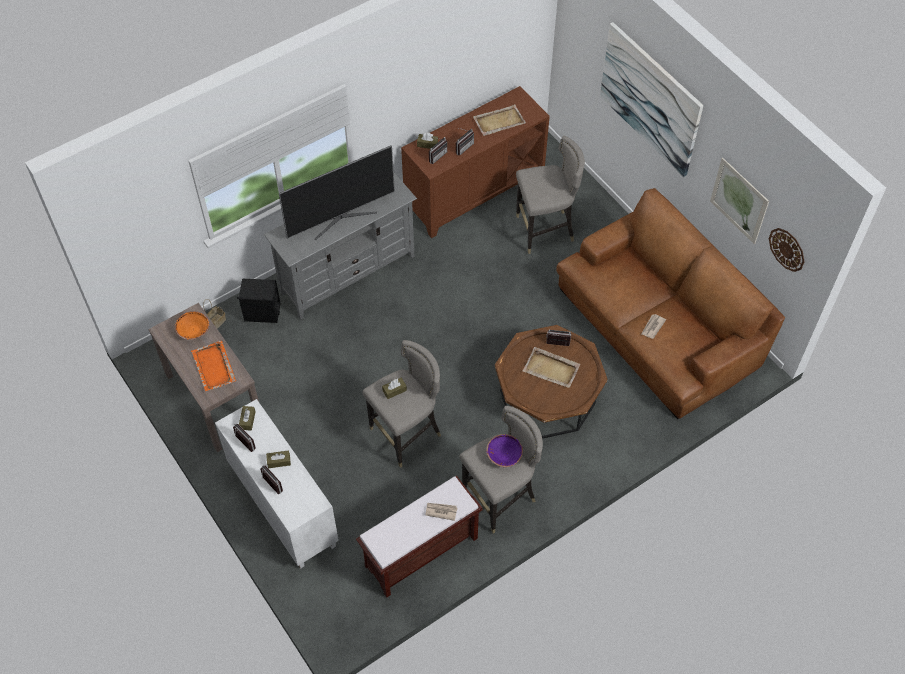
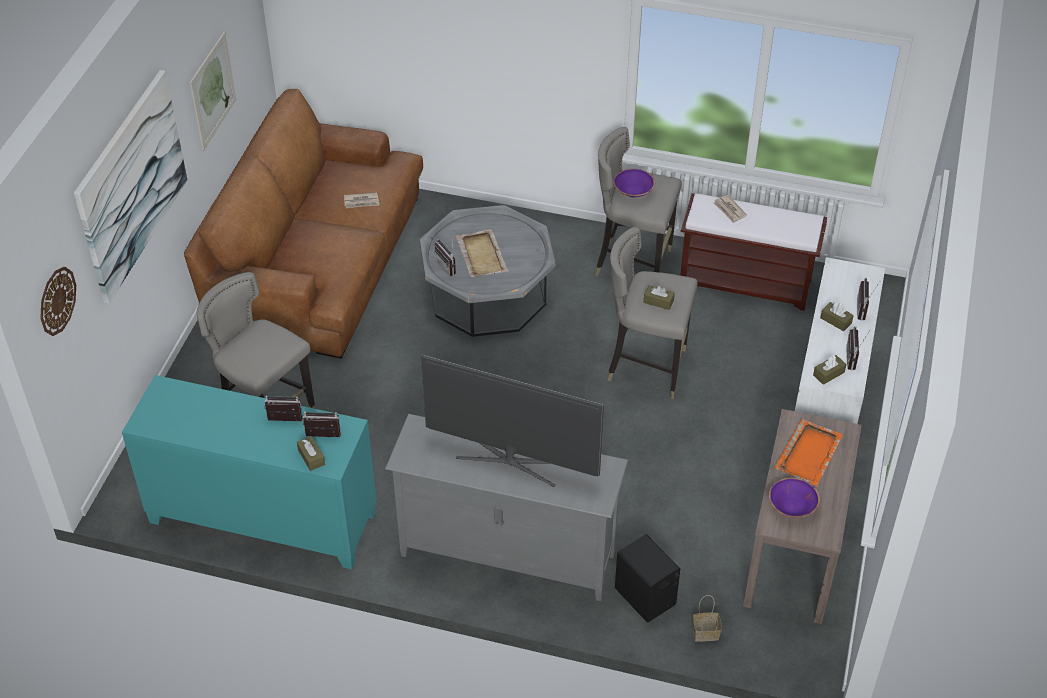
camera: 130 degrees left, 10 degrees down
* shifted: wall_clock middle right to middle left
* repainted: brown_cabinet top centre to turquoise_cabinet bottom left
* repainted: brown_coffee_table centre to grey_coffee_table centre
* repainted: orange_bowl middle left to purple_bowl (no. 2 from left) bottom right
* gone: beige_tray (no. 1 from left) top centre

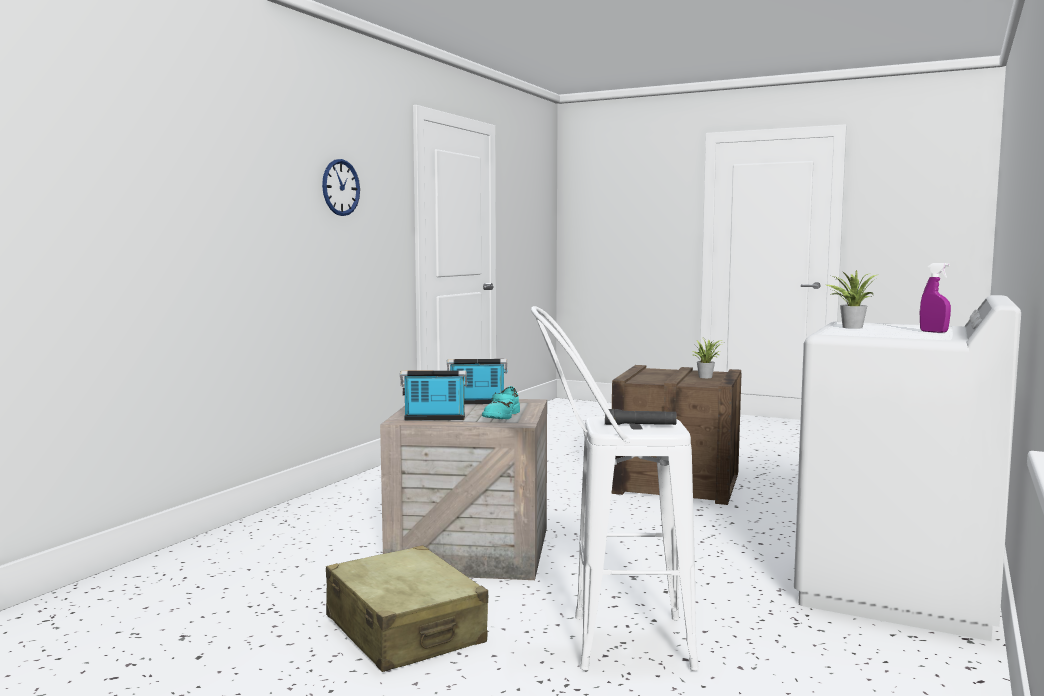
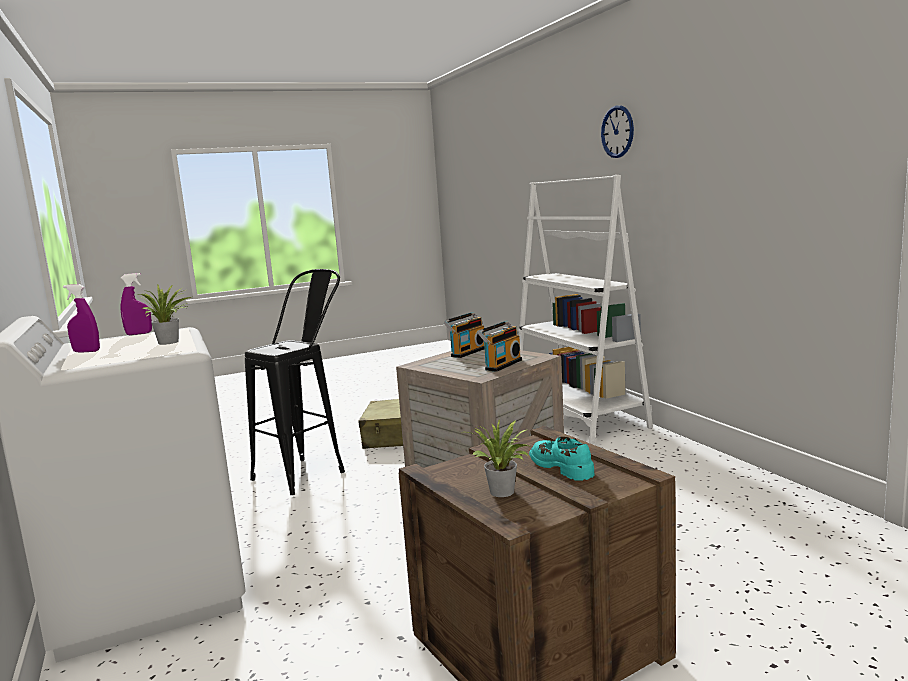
camera: 130 degrees right, 5 degrees up
* new: purple_spray_bottle (no. 2 from left) middle left
* repainted: white_stool bottom centre to black_stool middle left
* new: white_bookcase centre
* shifted: turquoise_shoe centre to bottom centre
* shifted: wall_clock top left to top right
* gone: black_flashlight centre

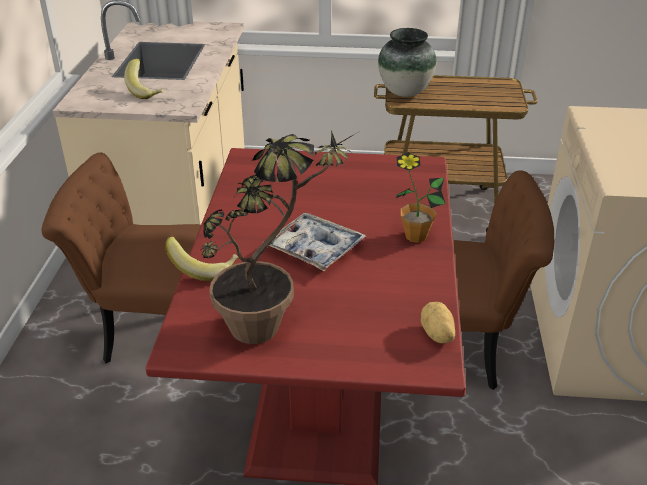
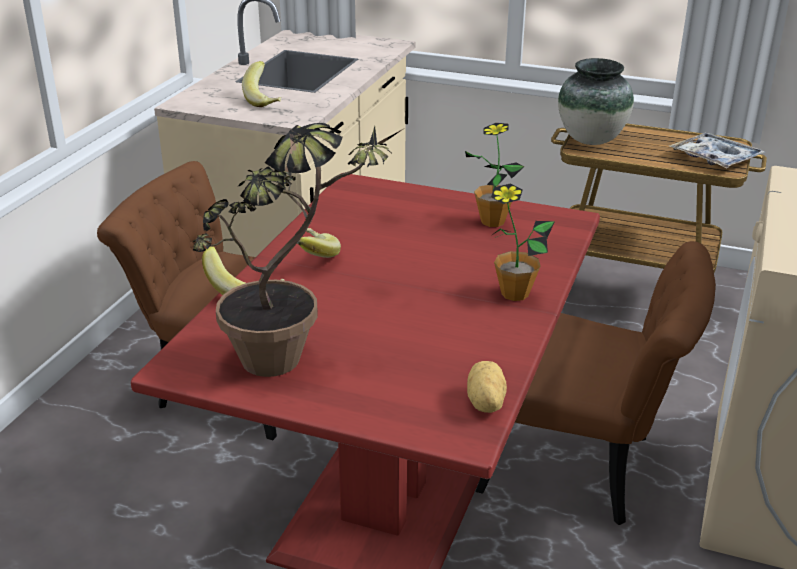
camera: 15 degrees right, 5 degrees down
* new: banana (no. 3 from left) centre
* new: potted_plant (no. 2 from left) top centre
* shifted: tray centre to top right

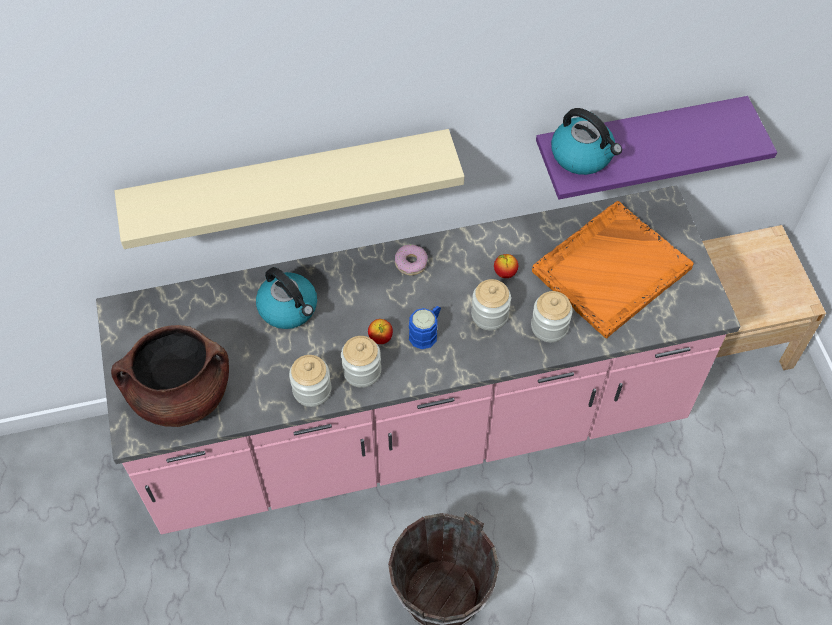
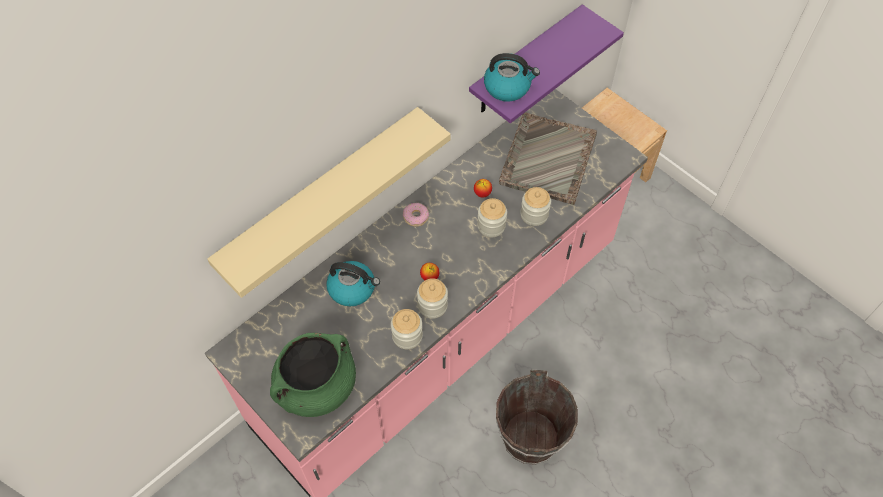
camera: 30 degrees left, 0 degrees up
* repainted: brown_cooking_pot middle left to green_cooking_pot bottom centre
* repainted: orange_tray middle right to grey_tray top centre
* gone: blue_mug centre

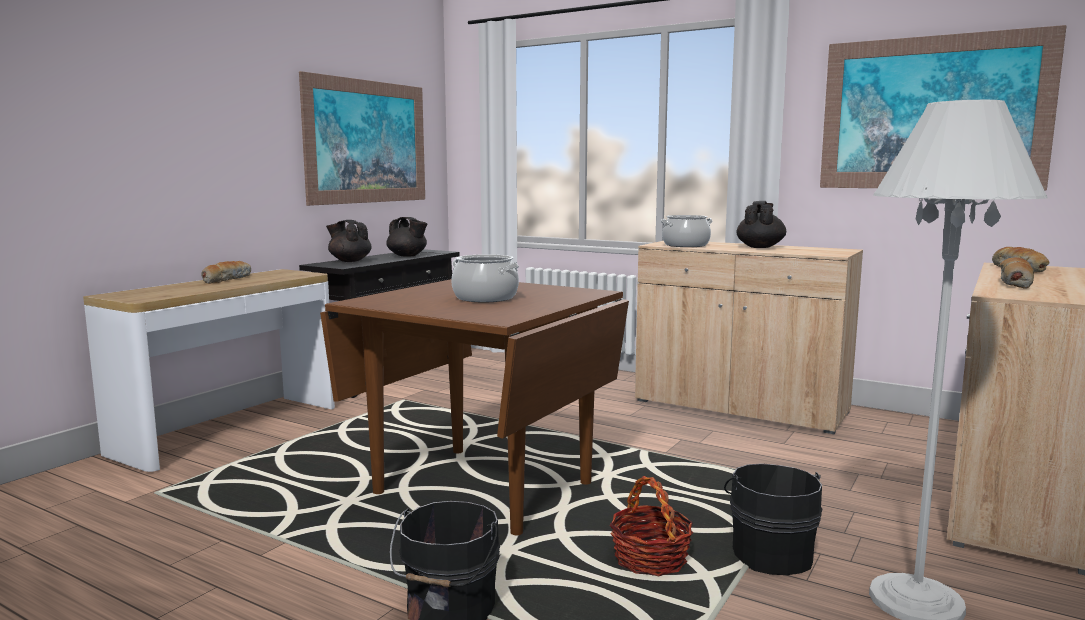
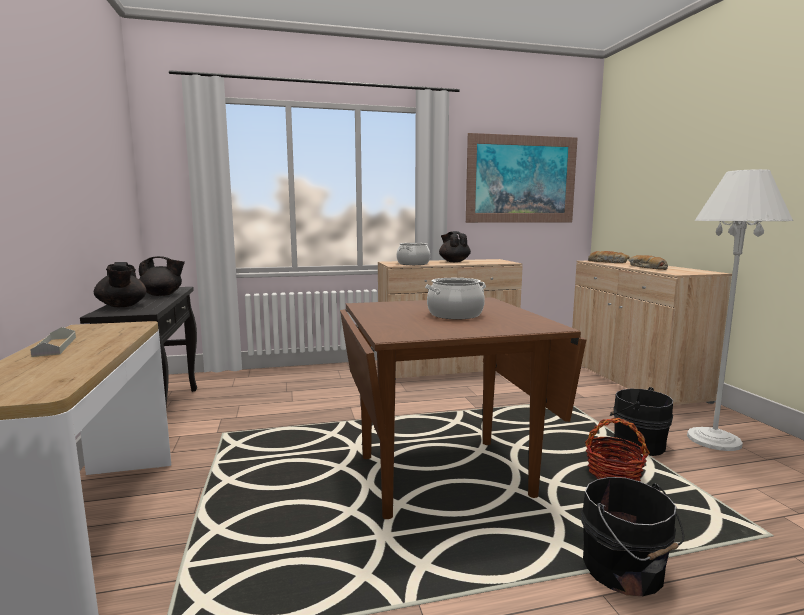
camera: 45 degrees left, 0 degrees up
* swapped: bread (no. 1 from left) middle left to grey_tray middle left
* rotated: black_teapot (no. 1 from left) middle left = middle left 105 degrees counterclockwise
* gone: picture (no. 1 from left) top centre

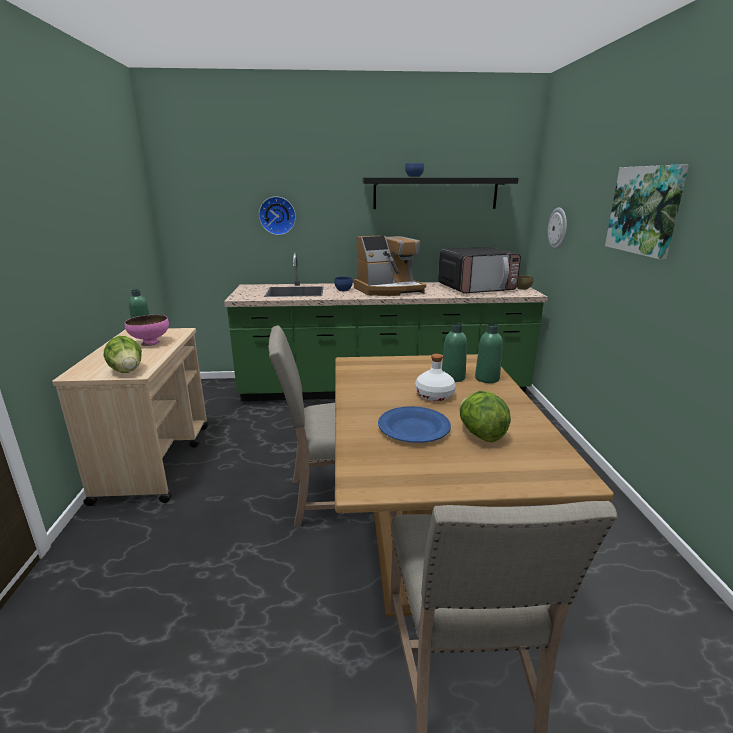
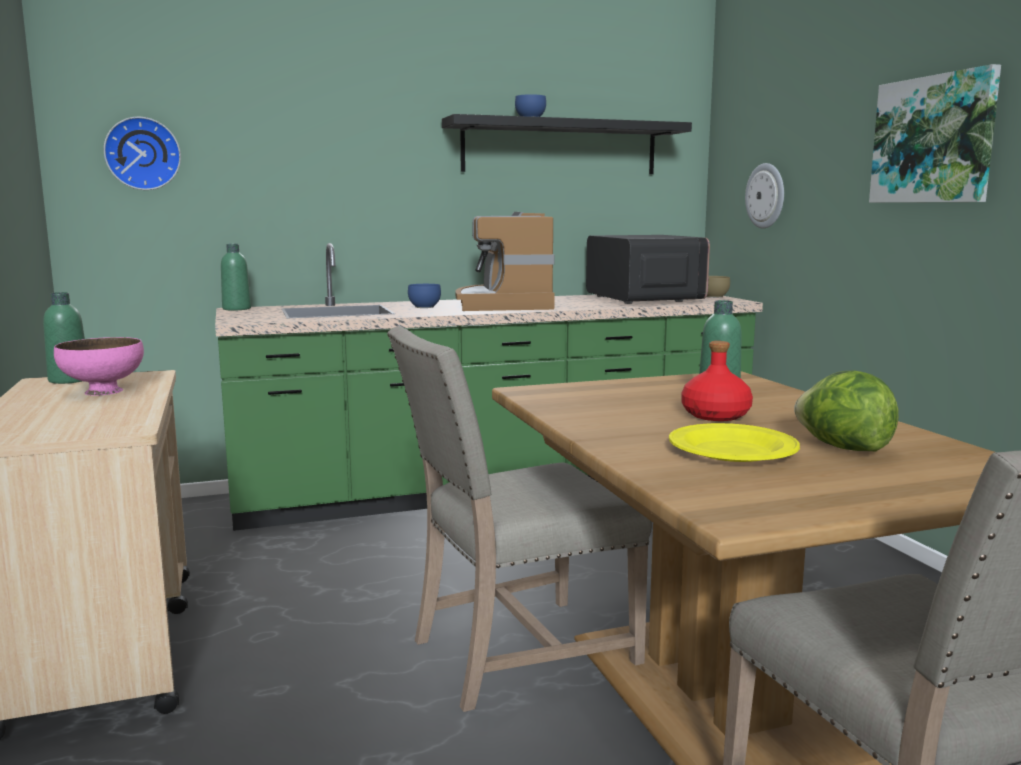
camera: 15 degrees left, 10 degrees down
* shifted: wall_clock (no. 1 from left) top centre to top left
* shifted: green_bottle (no. 3 from left in the first image) middle right to green_bottle (no. 2 from left) middle left
* rotated: coffee_machine centre = centre 120 degrees clockwise
* rotated: microwave centre = centre 75 degrees counterclockwise
* repainted: blue_plate centre to yellow_plate middle right
* repainted: white_bottle centre to red_bottle middle right
* gone: lettuce (no. 1 from left) middle left

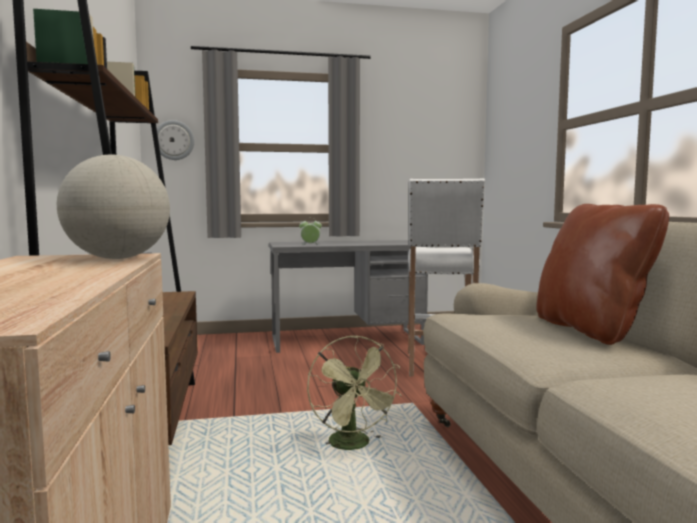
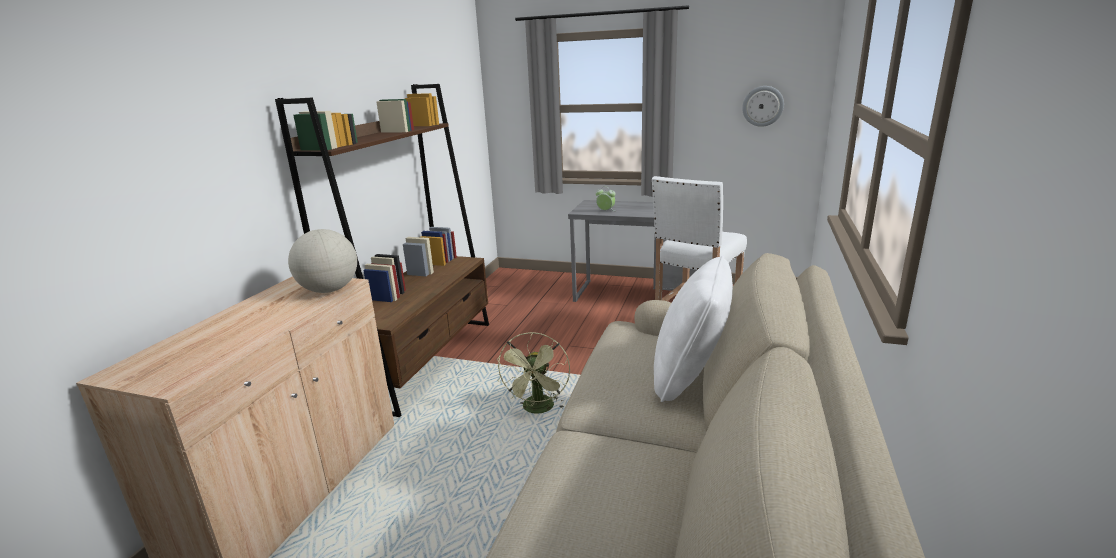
camera: 30 degrees right, 15 degrees up
* repainted: brown_pillow middle right to white_pillow centre
* shifted: wall_clock top left to top right

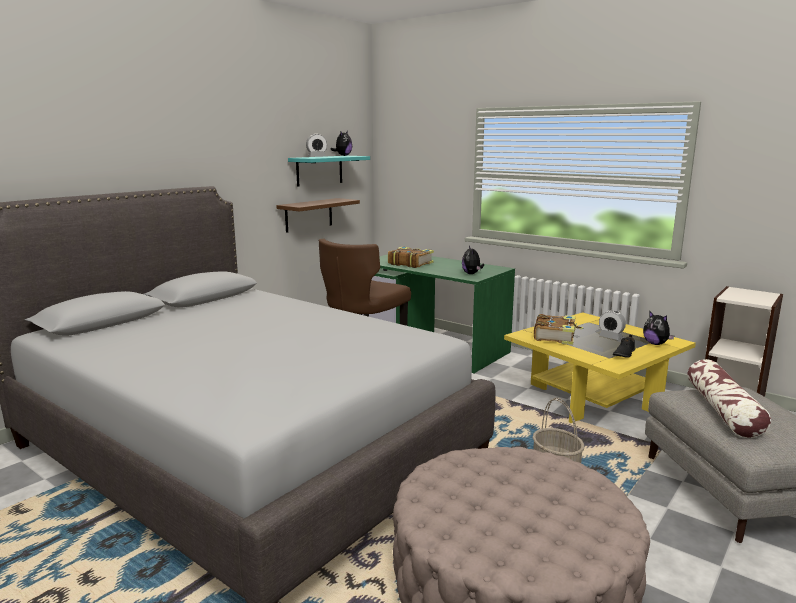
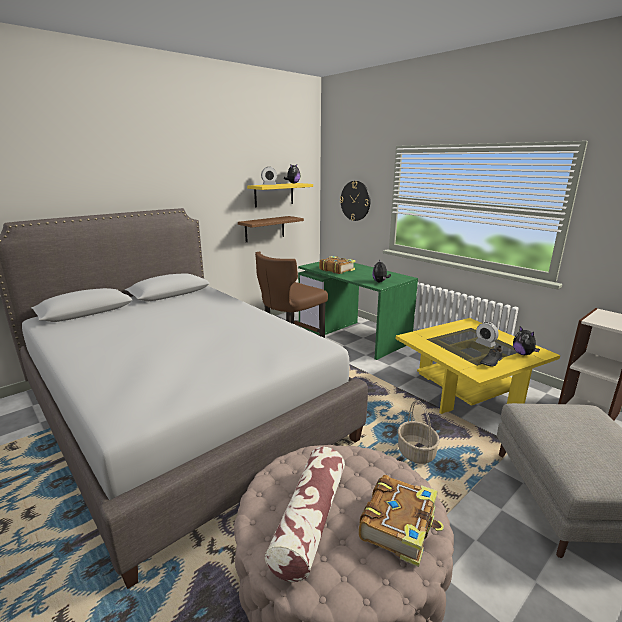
camera: 10 degrees right, 5 degrees up
* repainted: turquoise_shelf top centre to yellow_shelf top centre
* shifted: pillow middle right to bottom centre
* new: wall_clock top centre
* shifted: book (no. 2 from left) middle right to bottom centre

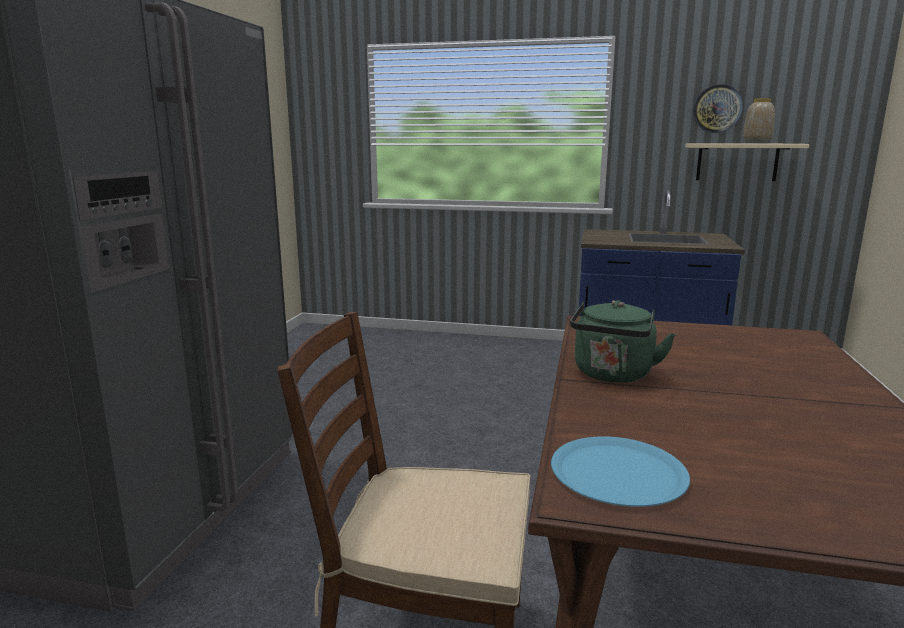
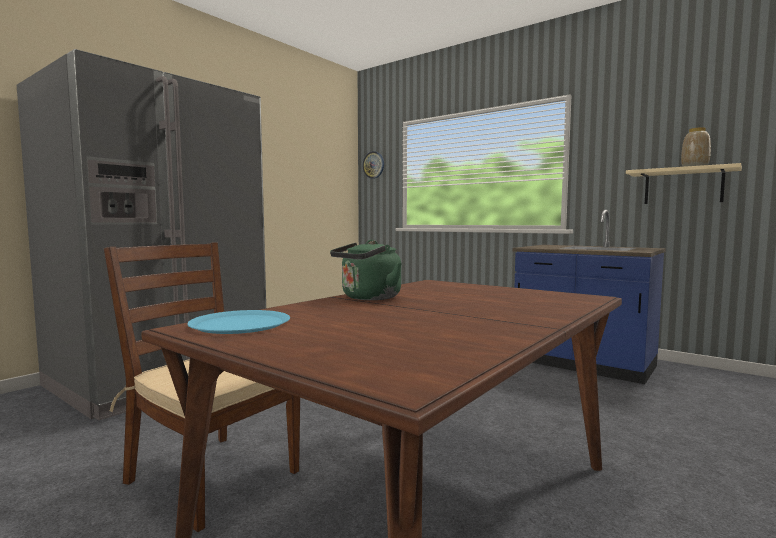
camera: 25 degrees right, 10 degrees down
* shifted: wall_clock top right to top centre

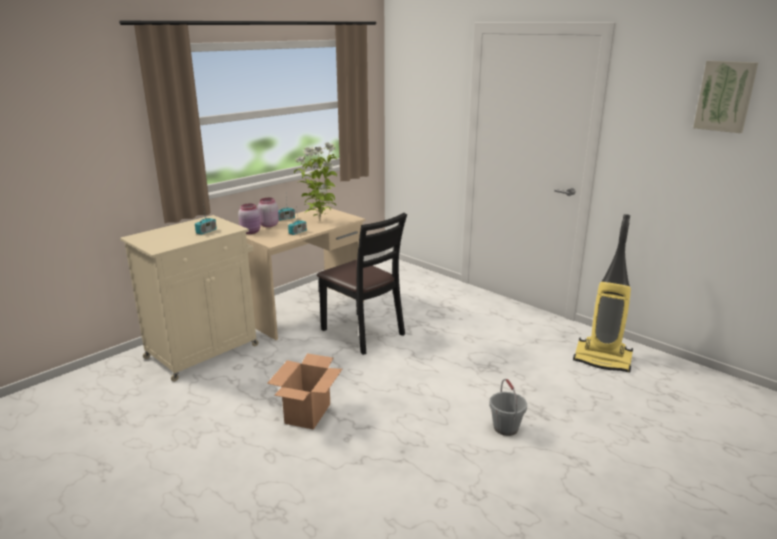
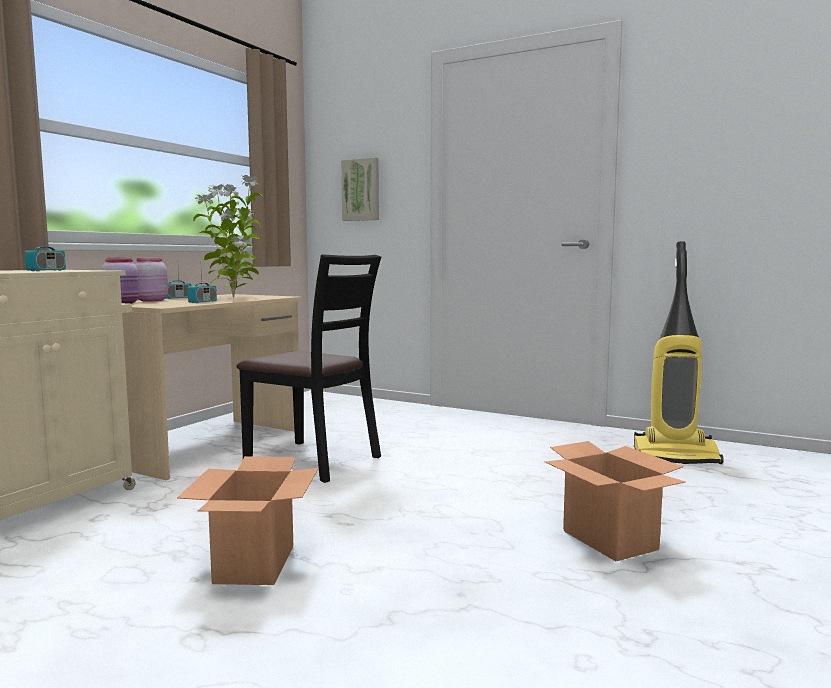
camera: 15 degrees left, 15 degrees down
* shifted: picture top right to top centre
* swapped: grey_bucket bottom centre to cardboard_box (no. 2 from left) bottom right

